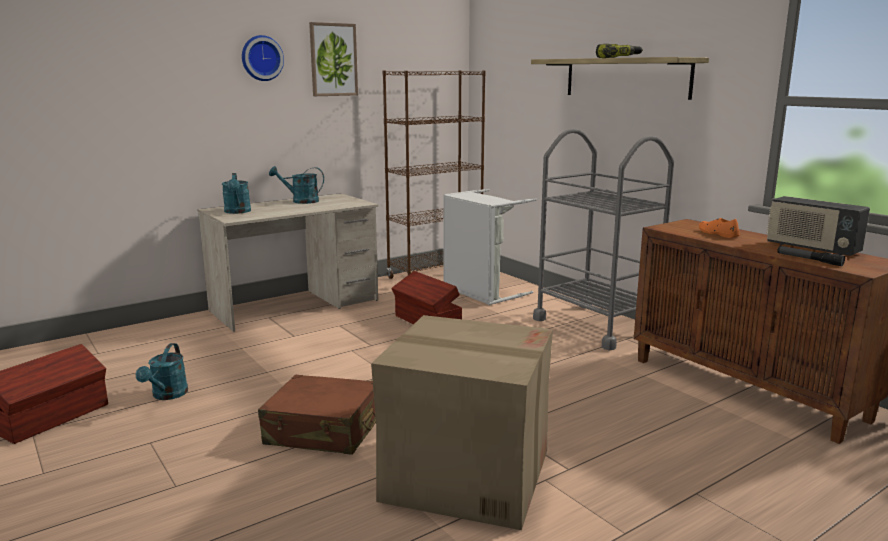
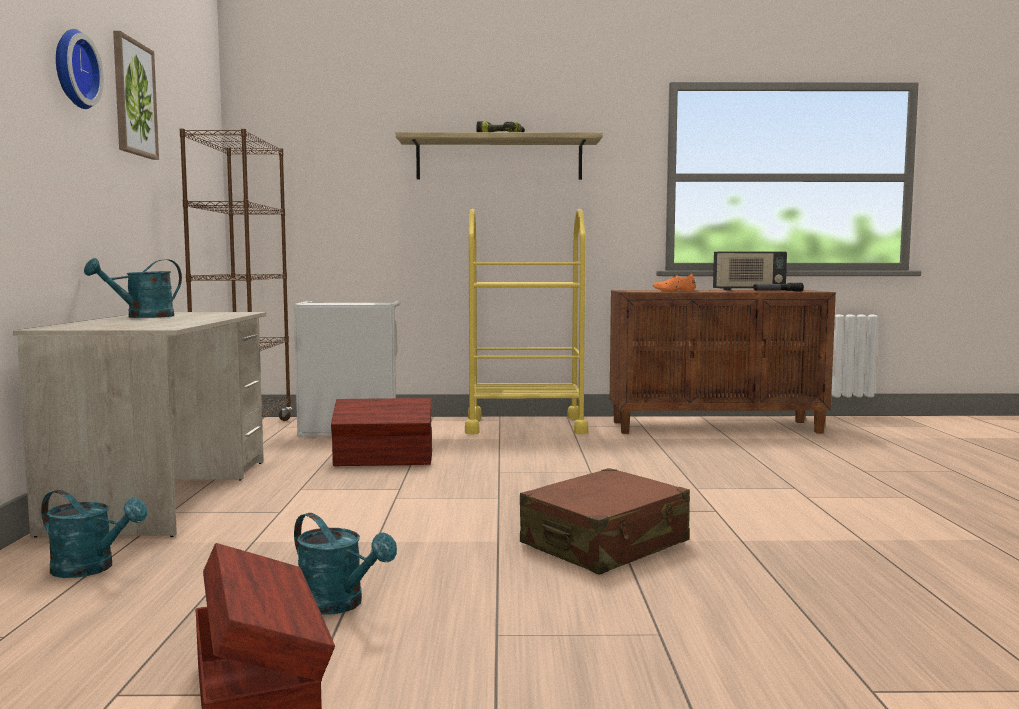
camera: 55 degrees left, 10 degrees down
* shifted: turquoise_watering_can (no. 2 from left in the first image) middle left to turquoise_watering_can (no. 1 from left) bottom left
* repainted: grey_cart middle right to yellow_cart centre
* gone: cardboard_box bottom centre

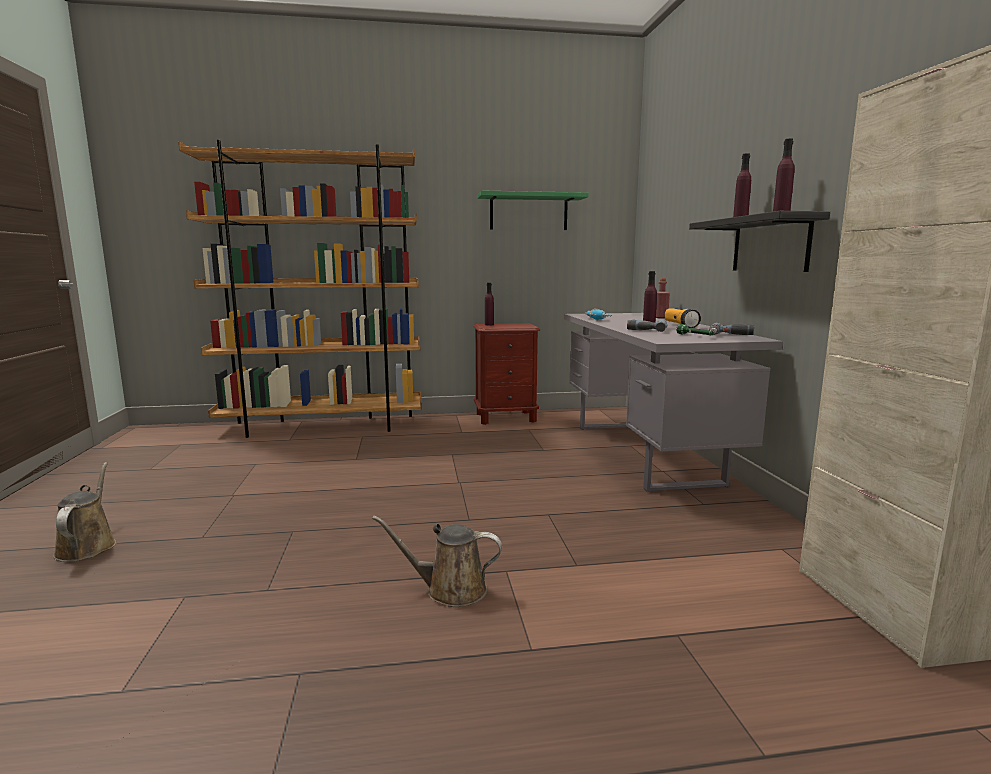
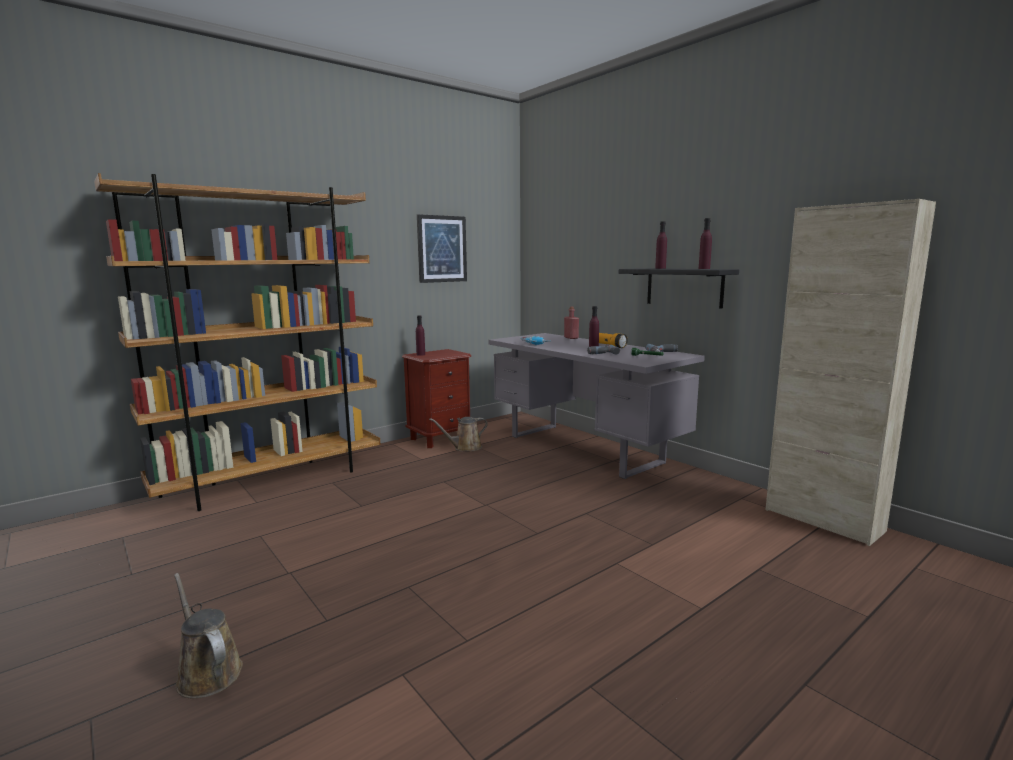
camera: 30 degrees left, 0 degrees up
* swapped: green_shelf top centre to picture top centre
* shifted: brown_watering_can (no. 2 from left) bottom centre to centre

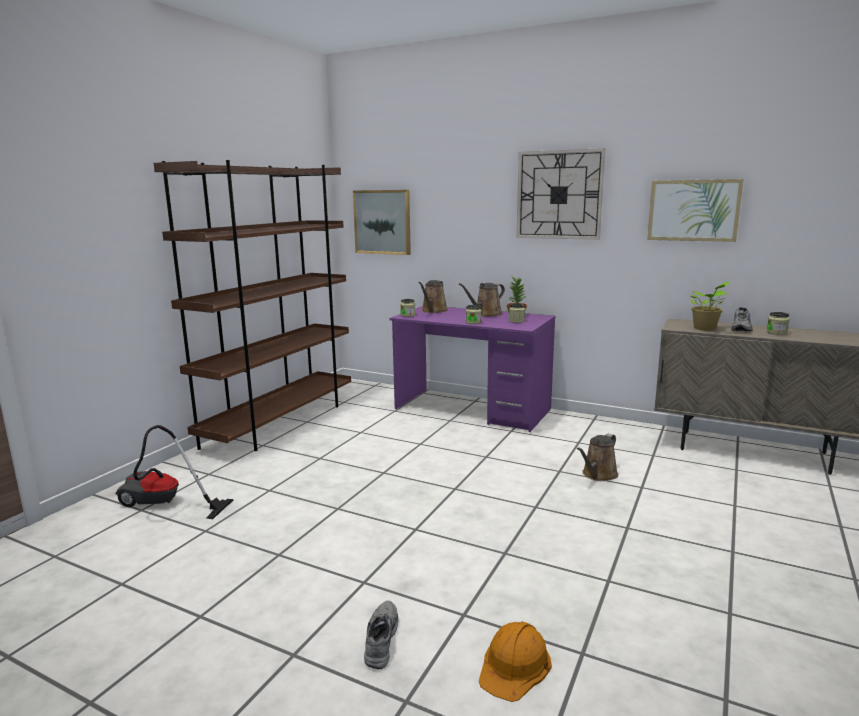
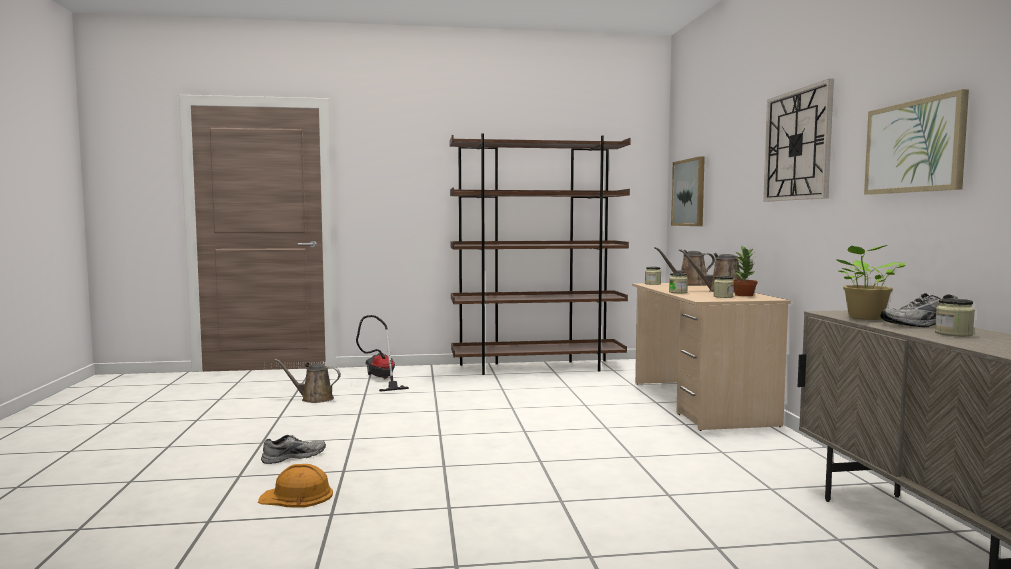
camera: 55 degrees right, 10 degrees down
* shifted: brown_watering_can (no. 3 from left in the first image) middle right to brown_watering_can (no. 1 from left) bottom left
* repainted: purple_desk centre to beige_desk middle right

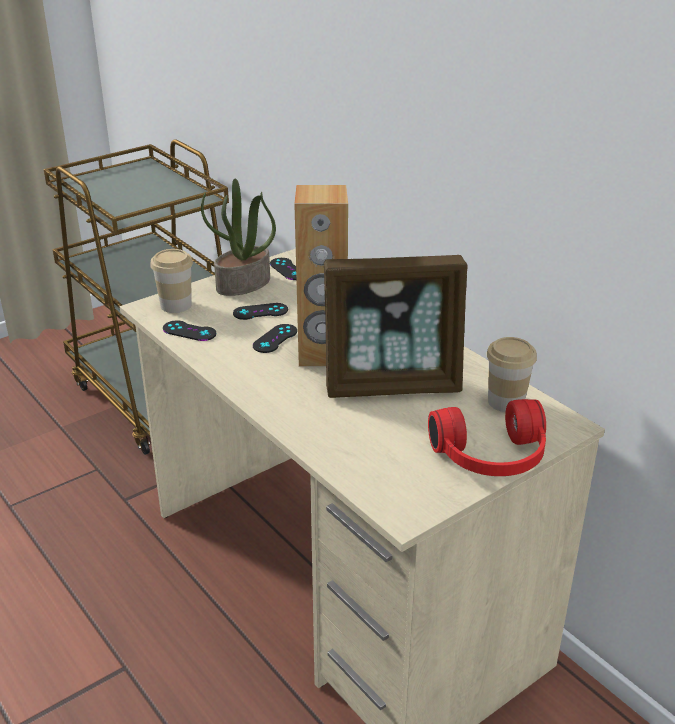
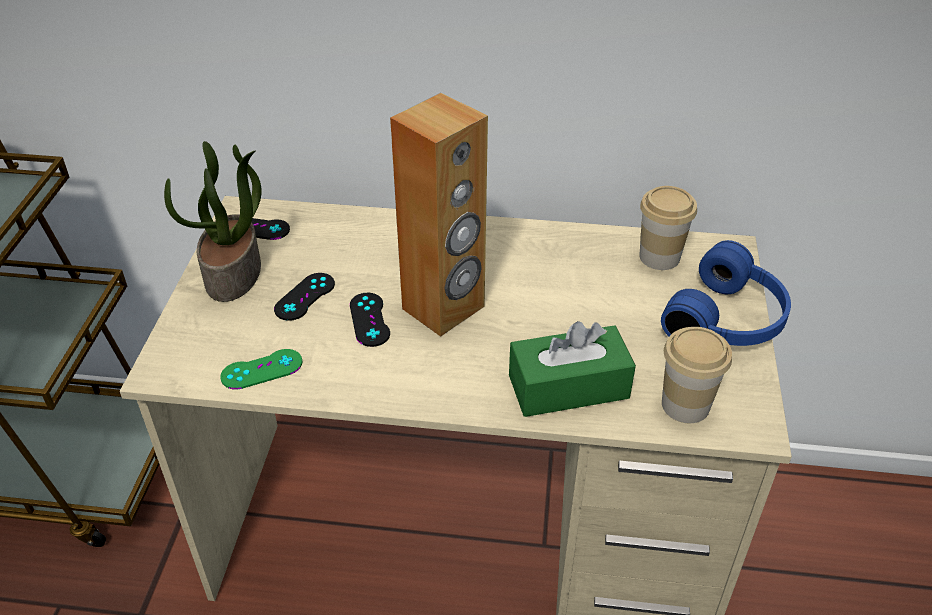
camera: 45 degrees left, 10 degrees up
* repainted: black_game_controller (no. 1 from left) middle left to green_game_controller middle left
* new: green_tissue_box centre
* repainted: red_headphones middle right to blue_headphones middle right
* shifted: cup (no. 1 from left in the first image) middle left to cup (no. 2 from left) middle right
* gone: picture_frame centre

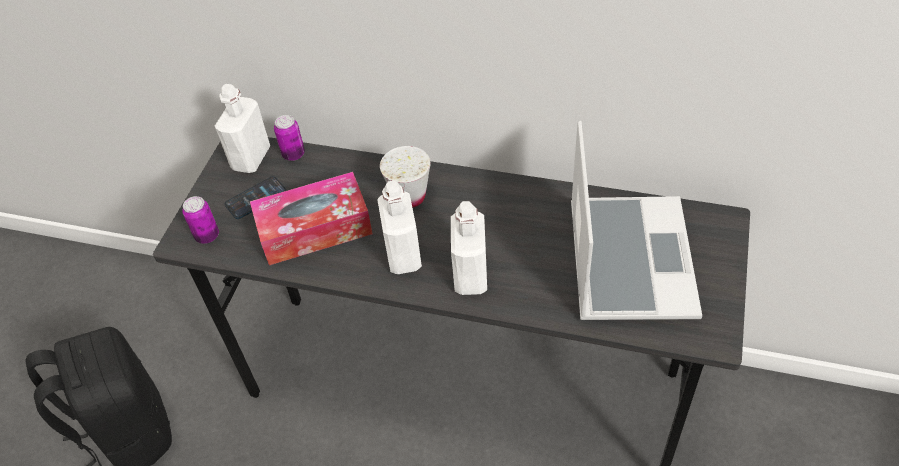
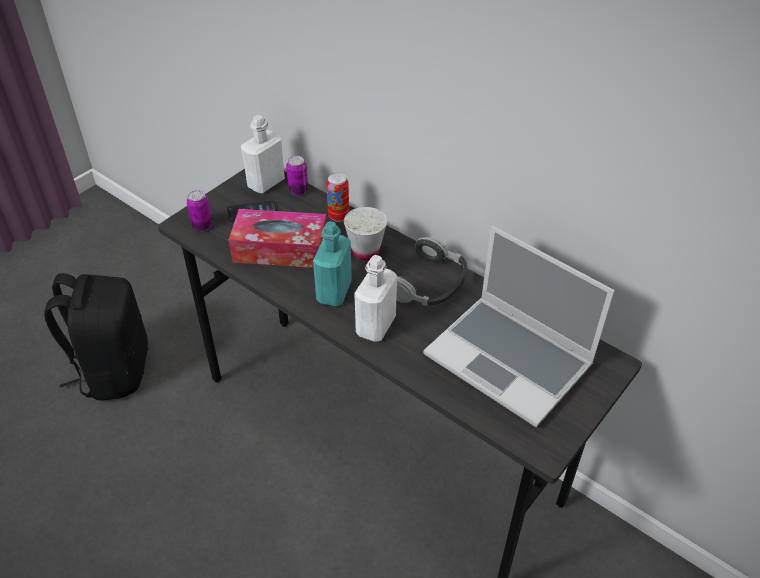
camera: 20 degrees right, 5 degrees down
* repainted: white_bottle (no. 2 from left) centre to turquoise_bottle centre
* new: can (no. 3 from left) centre
* new: headphones centre
* rotated: laptop middle right = middle right 105 degrees clockwise

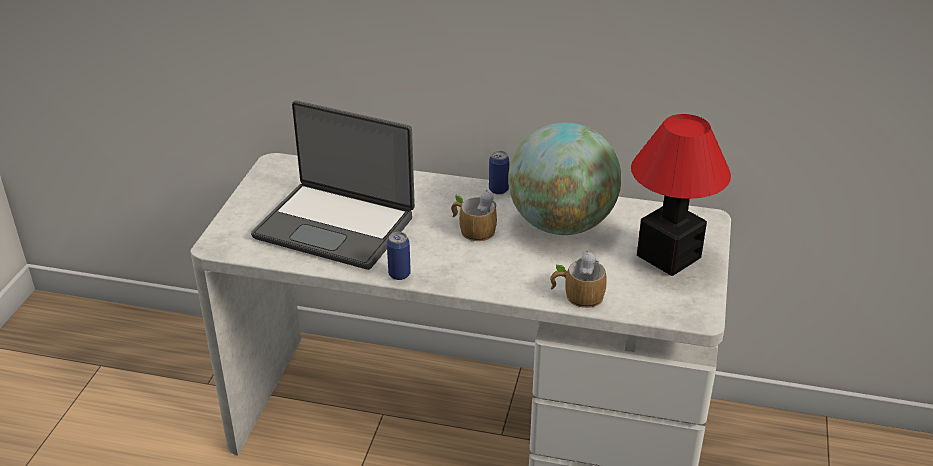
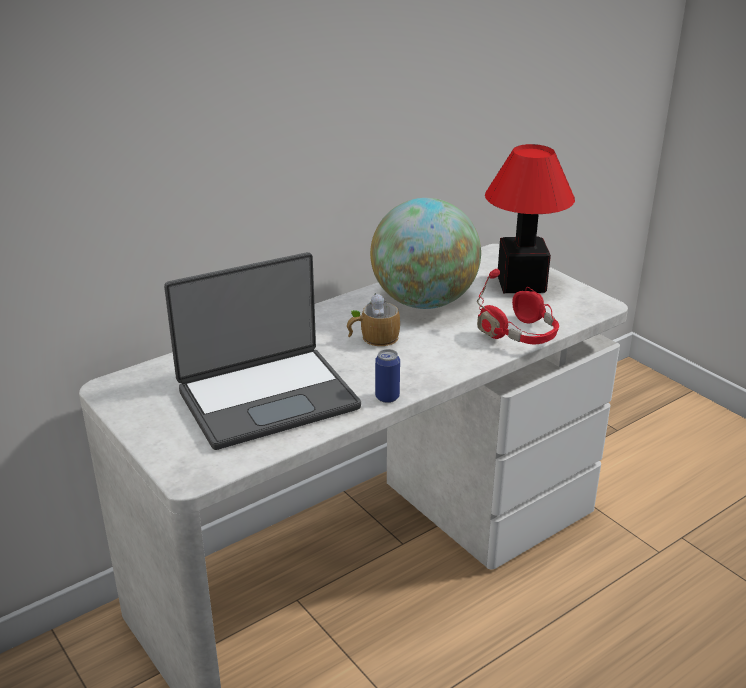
camera: 50 degrees left, 5 degrees down
* swapped: mug (no. 2 from left) centre to red_headphones middle right
* gone: can (no. 2 from left) centre

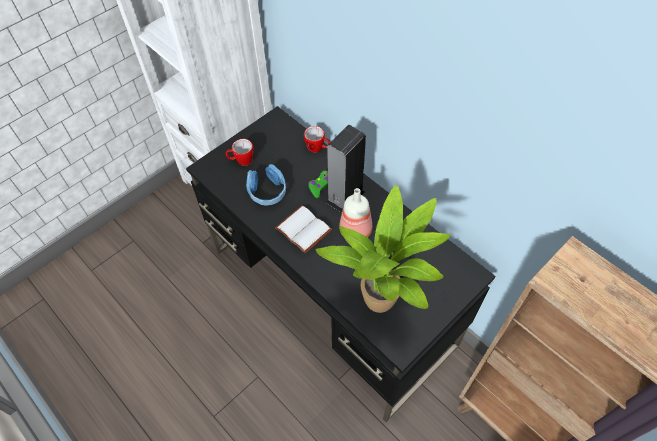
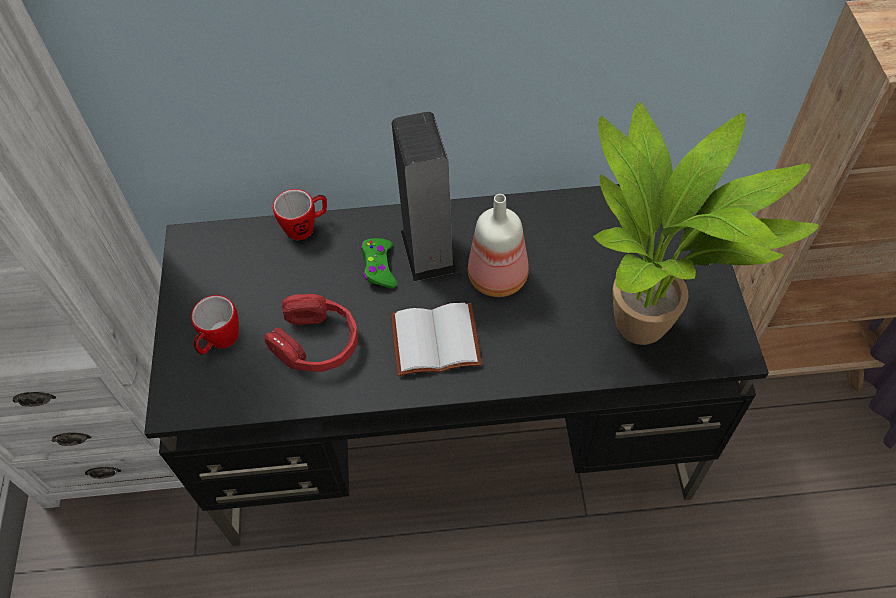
camera: 50 degrees left, 0 degrees up
* repainted: blue_headphones centre to red_headphones centre

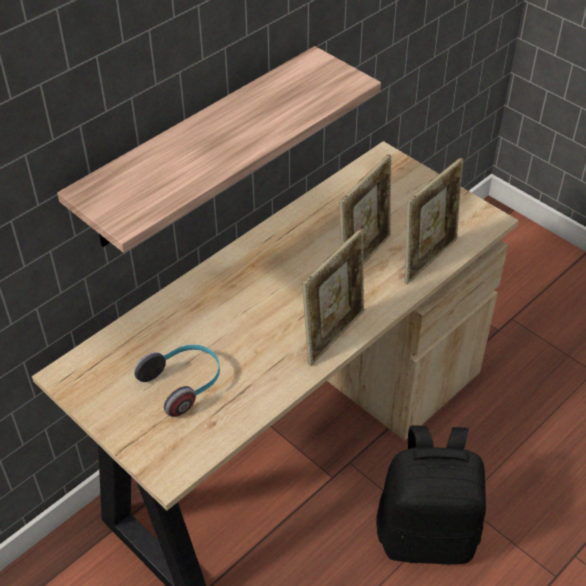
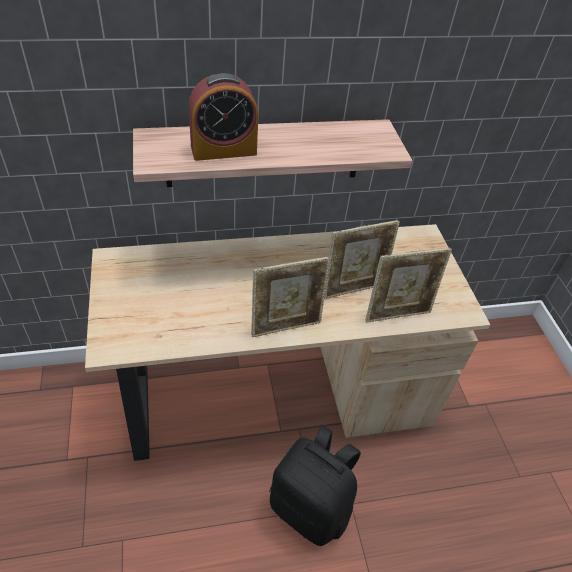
camera: 30 degrees right, 0 degrees up
* new: alarm_clock top centre
* gone: headphones middle left

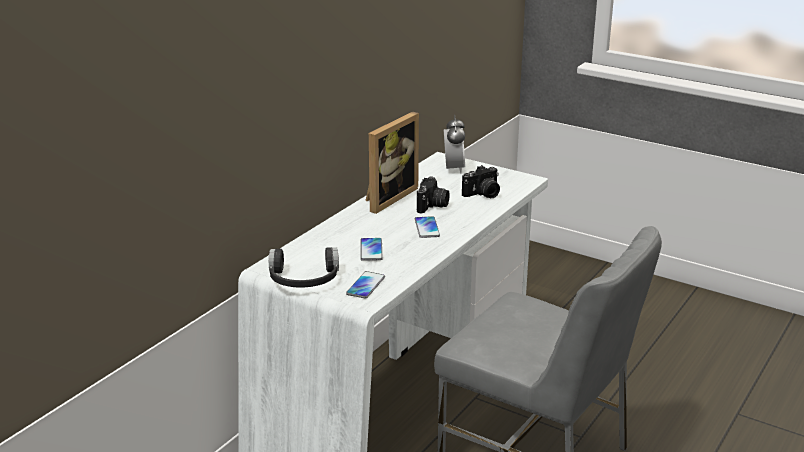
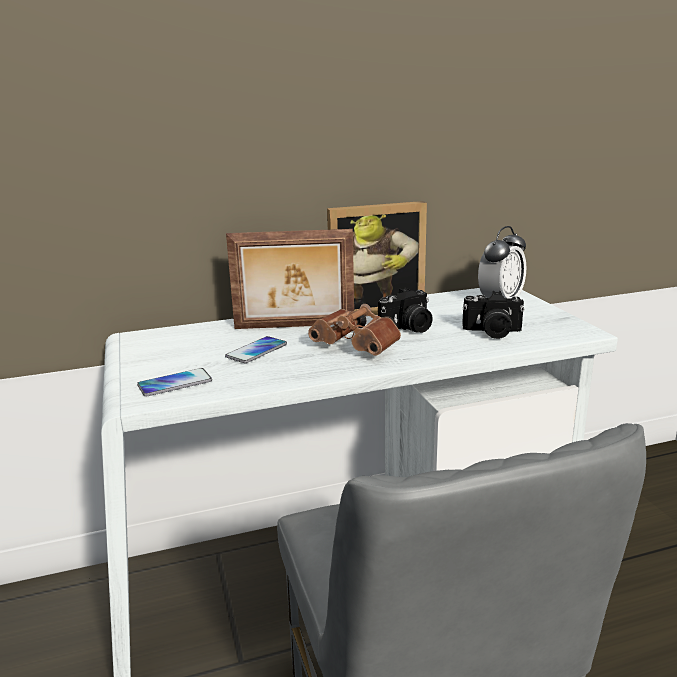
camera: 40 degrees right, 5 degrees down
* new: picture_frame (no. 1 from left) centre
* swapped: phone (no. 3 from left) centre to brown_binoculars centre
* gone: black_headphones centre

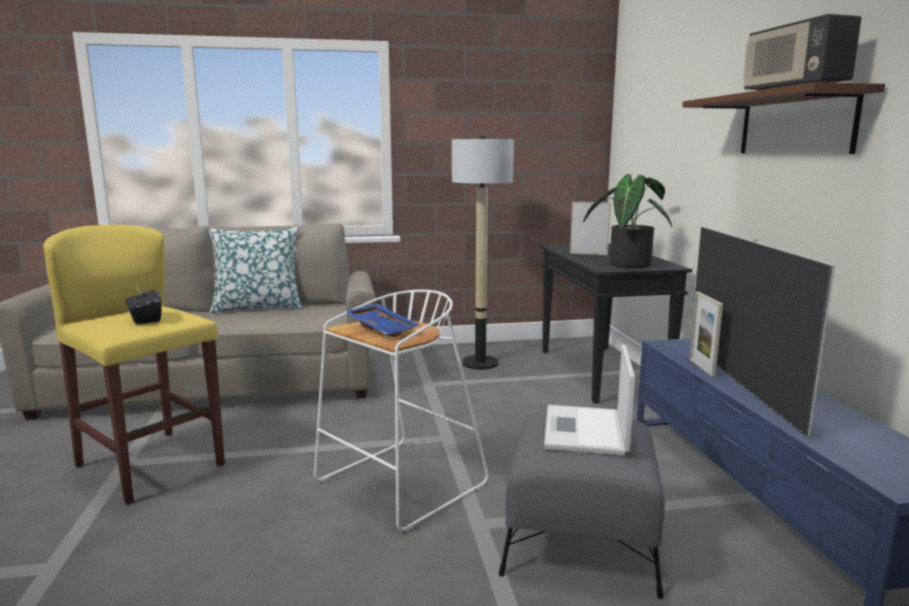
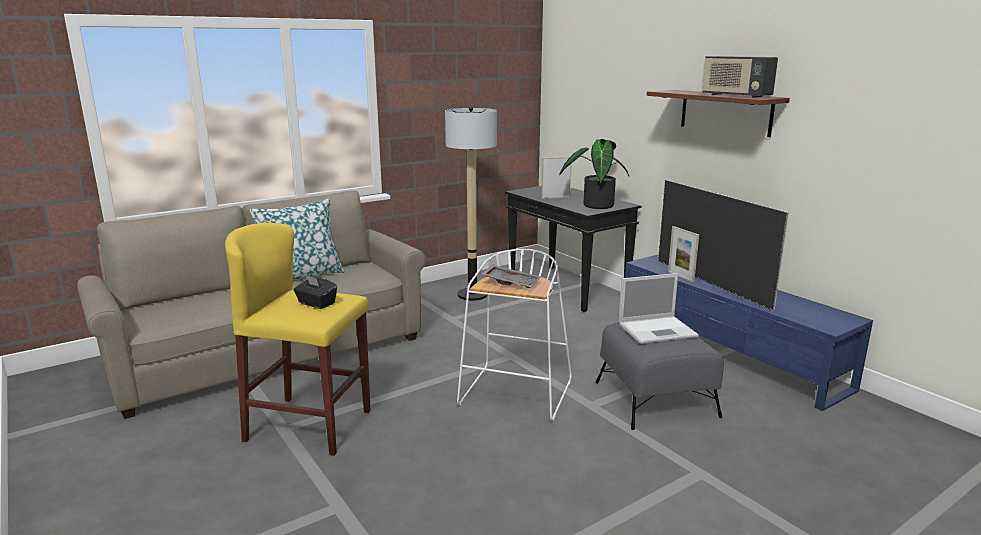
camera: 25 degrees left, 5 degrees up
* repainted: blue_tray centre to grey_tray centre
* rotated: laptop centre = middle right 90 degrees counterclockwise

